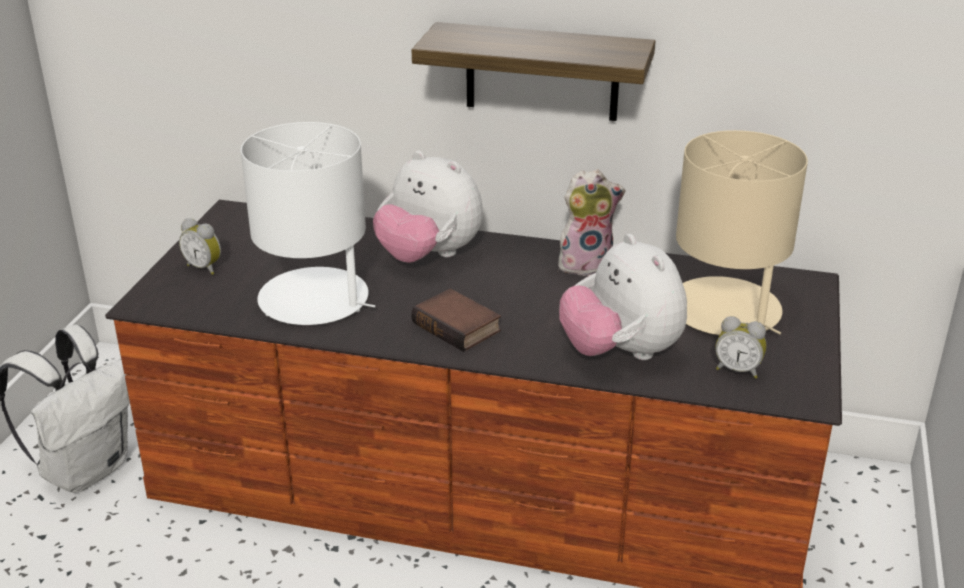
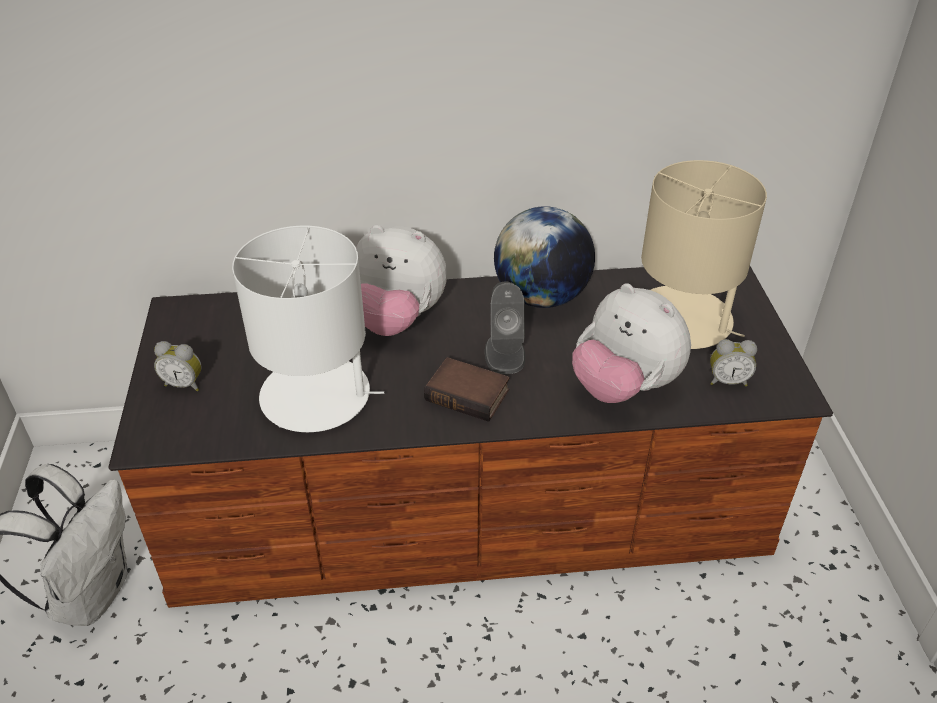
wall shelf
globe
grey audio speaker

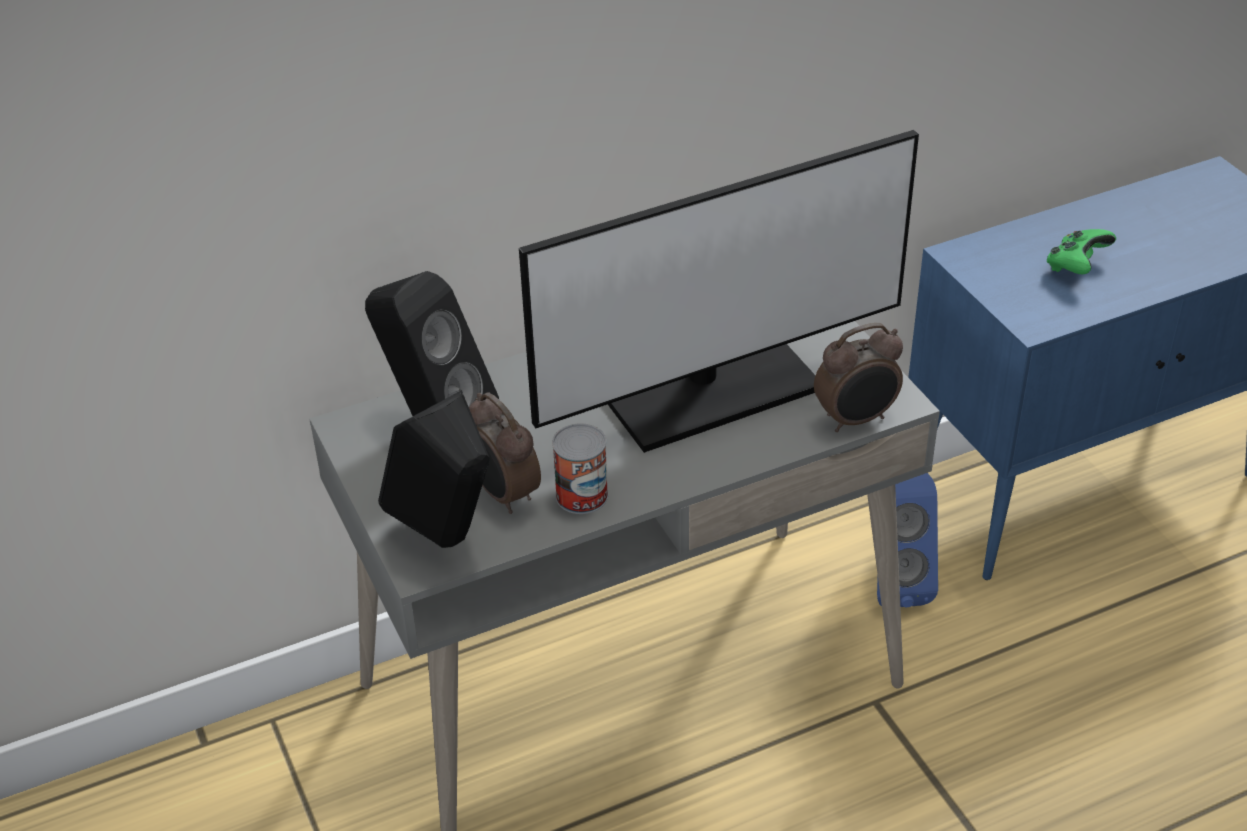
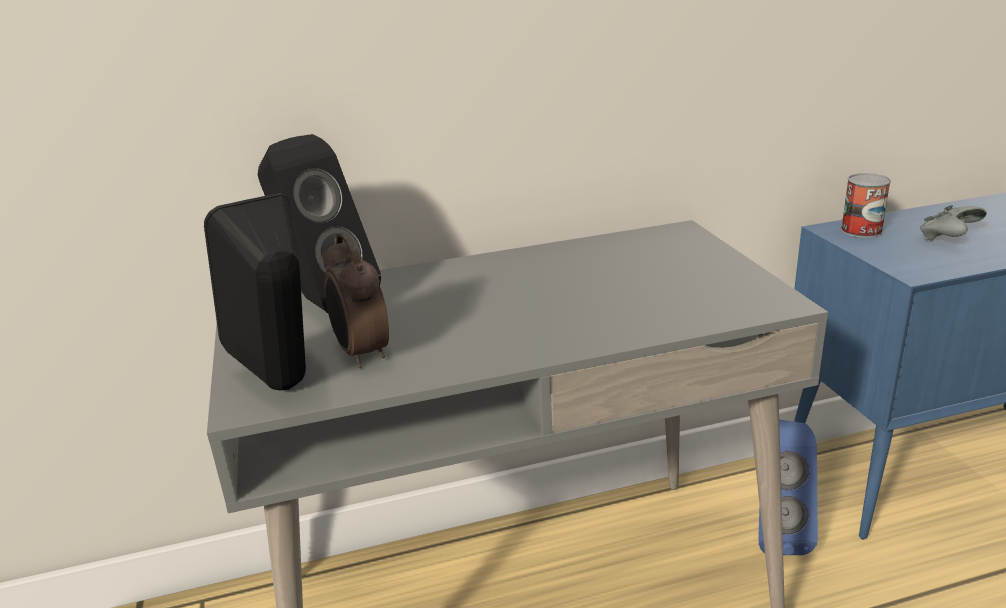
monitor
sealed can
alarm clock (no. 2 from left in the first image)
grey gamepad

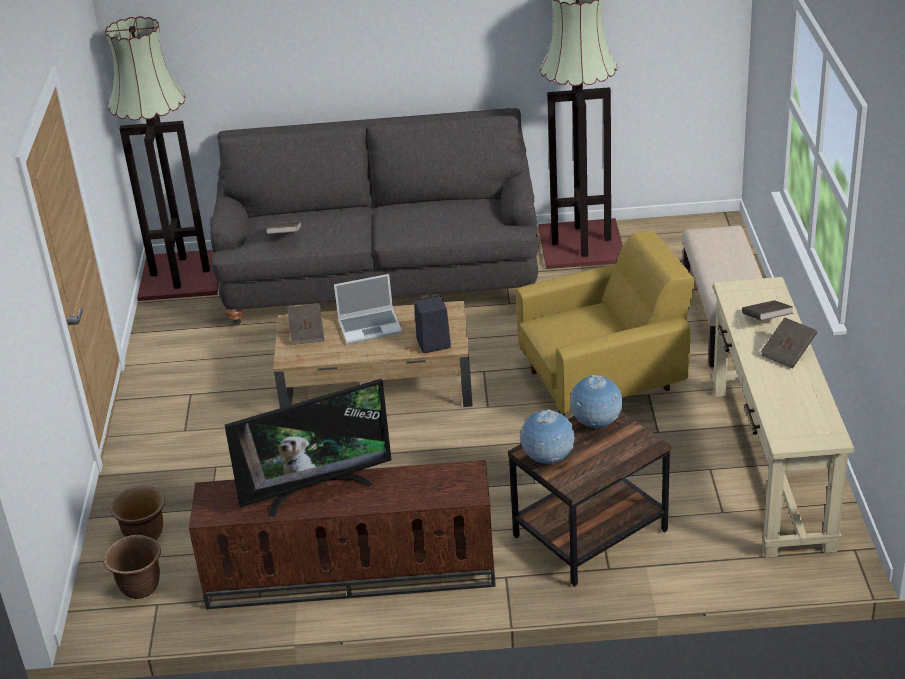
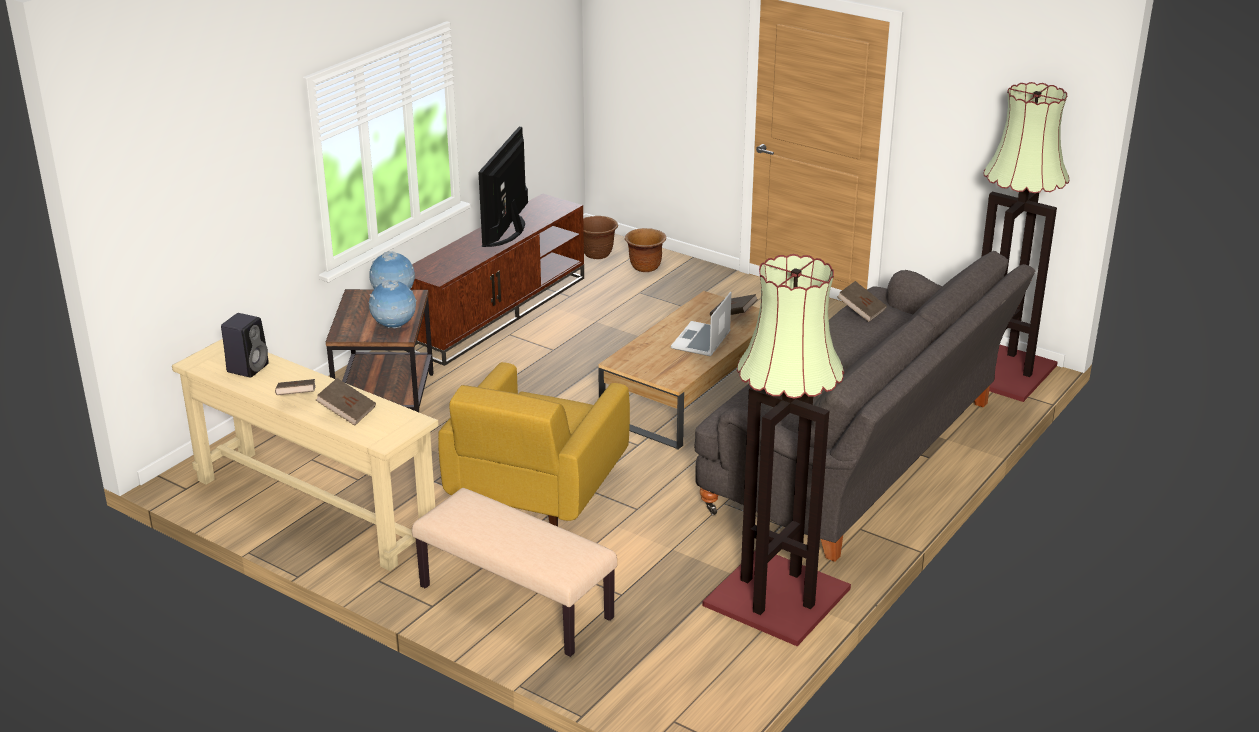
black-coloured audio speaker

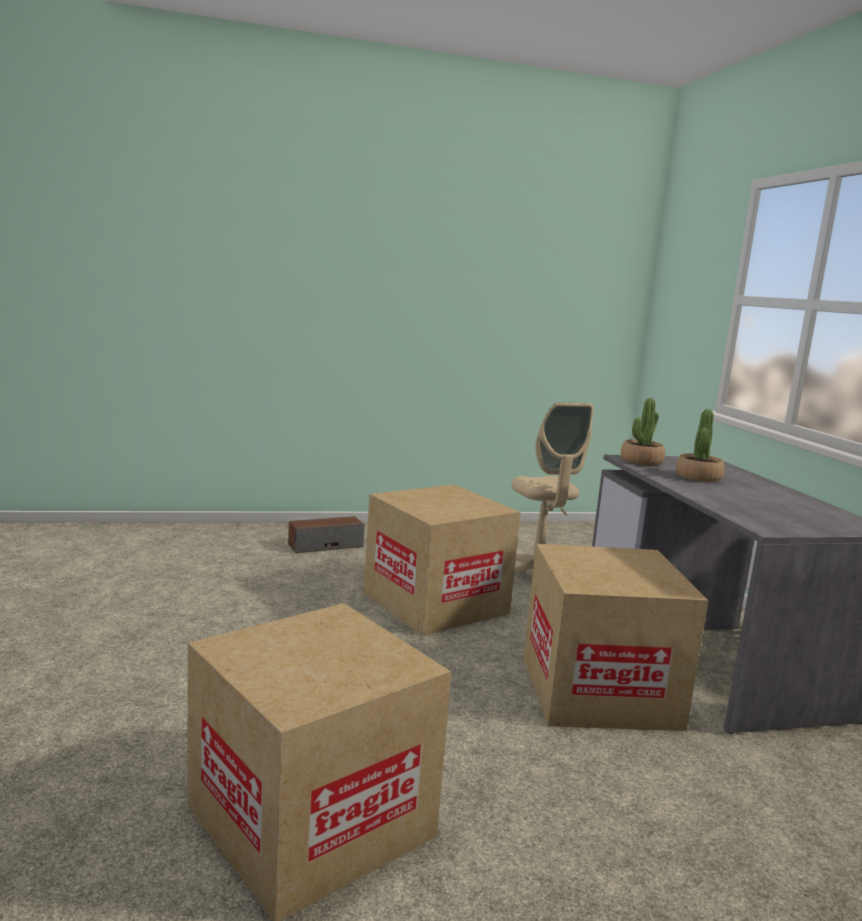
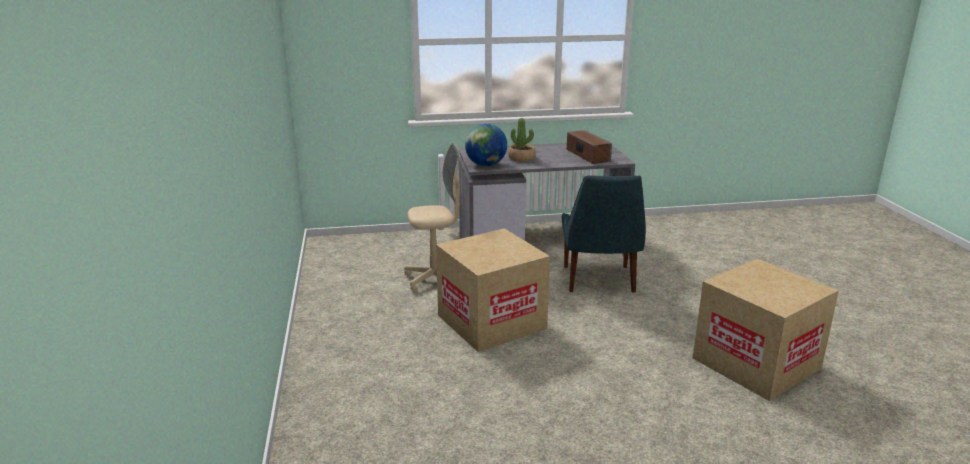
audio speaker
blue chair
globe

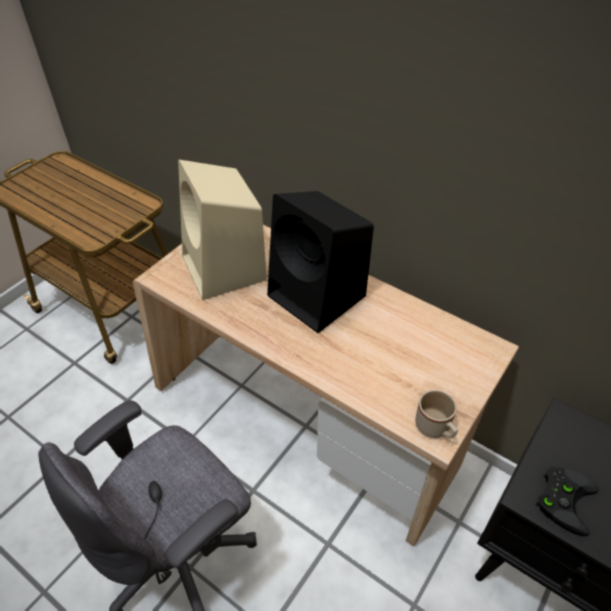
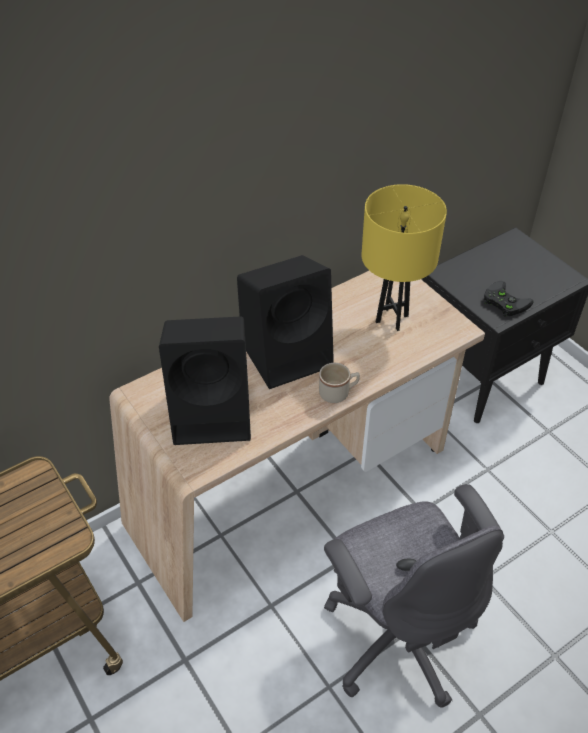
black-coloured audio speaker (no. 1 from left)
sand-coloured mug
yellow-coloured lamp for a table

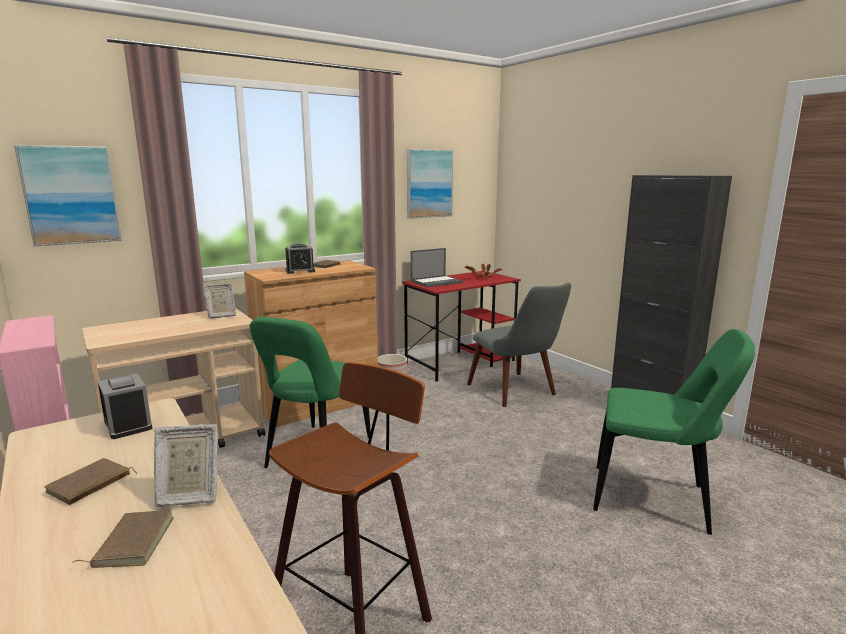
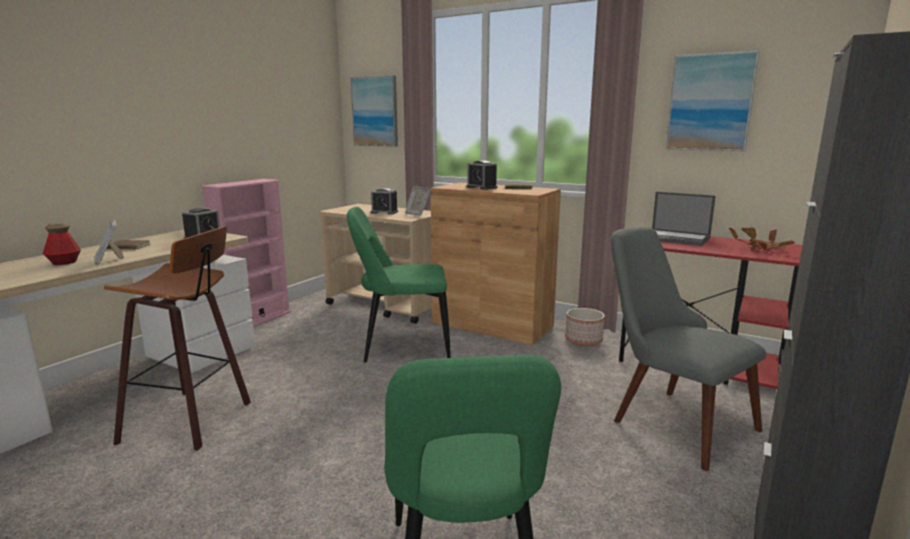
bottle
grey chair
alarm clock (no. 2 from left)

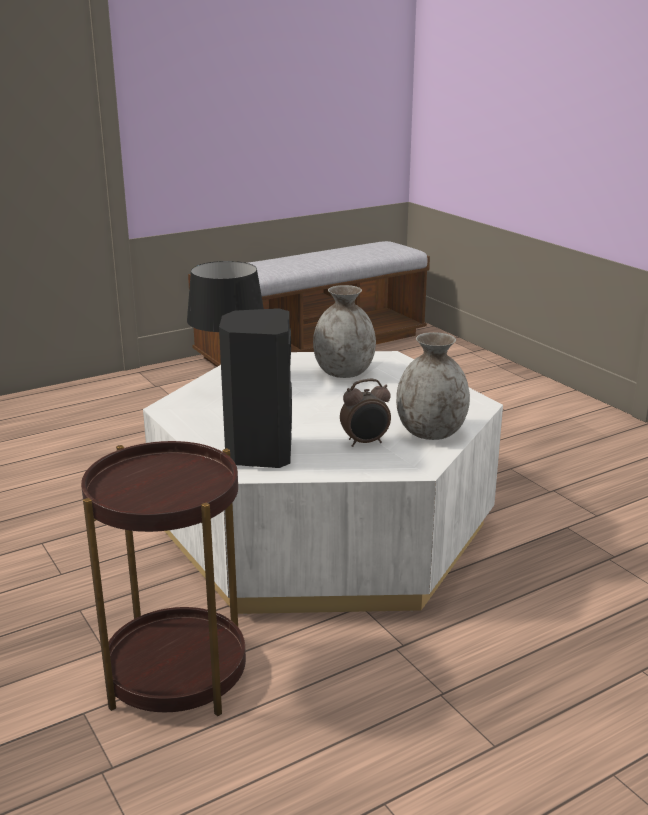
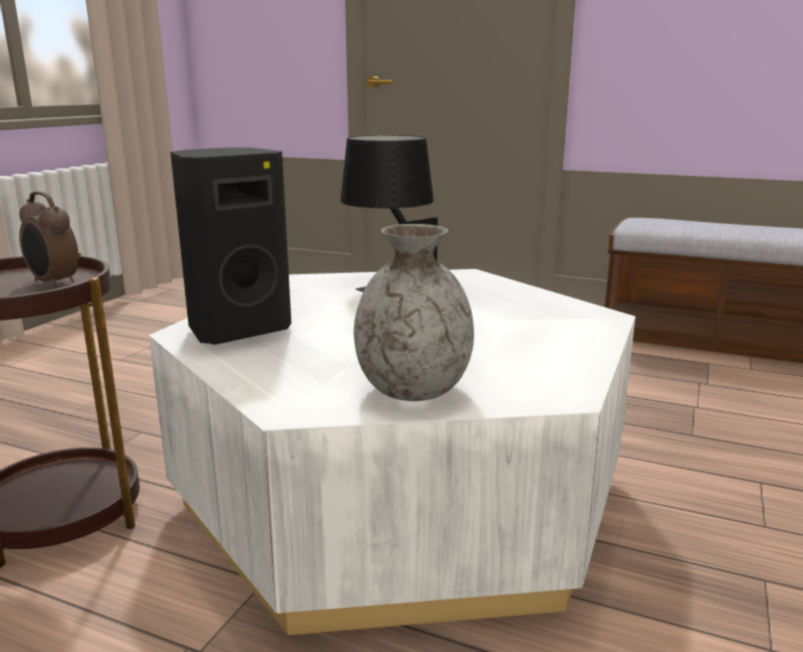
grey flower vase (no. 1 from left in the first image)
alarm clock

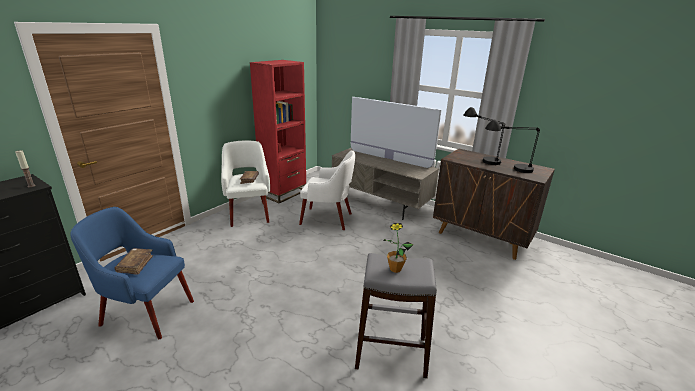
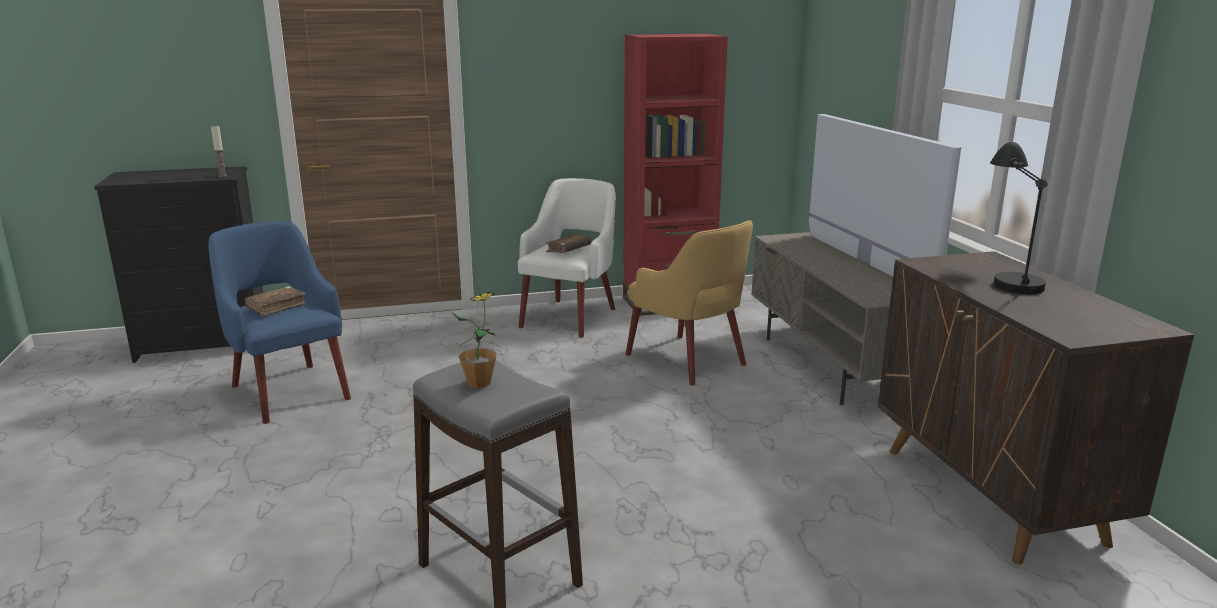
yellow-coloured armchair
black-coloured lamp for a table (no. 2 from left in the first image)

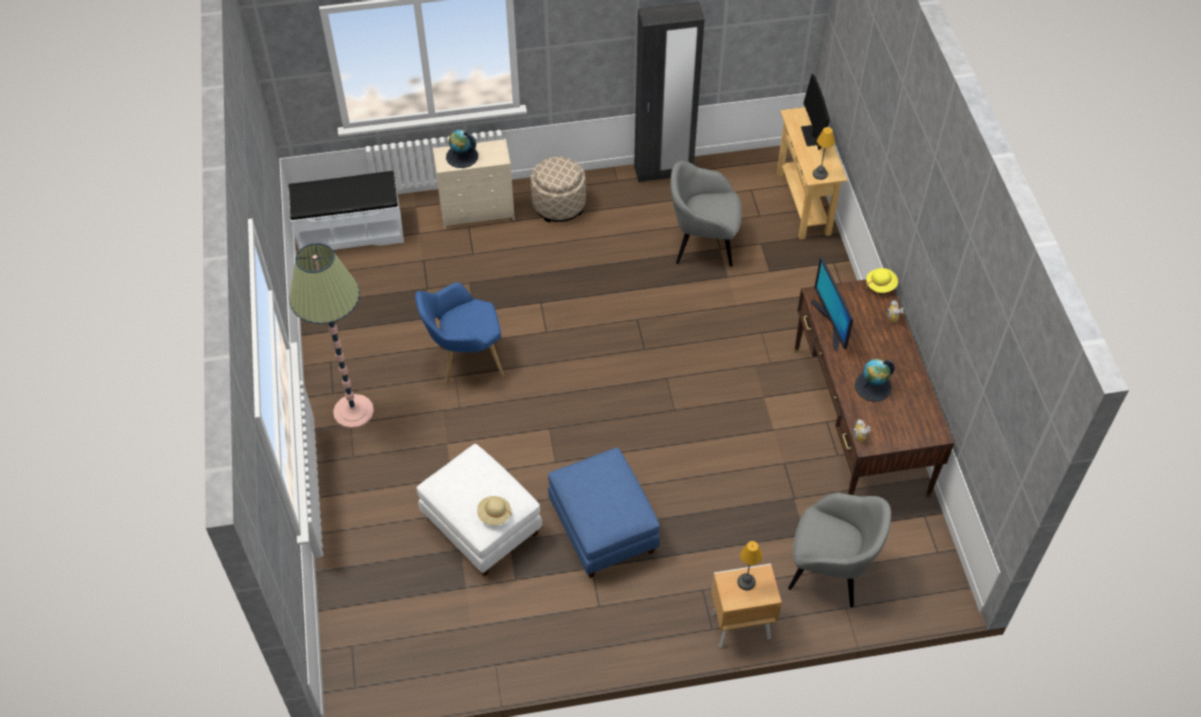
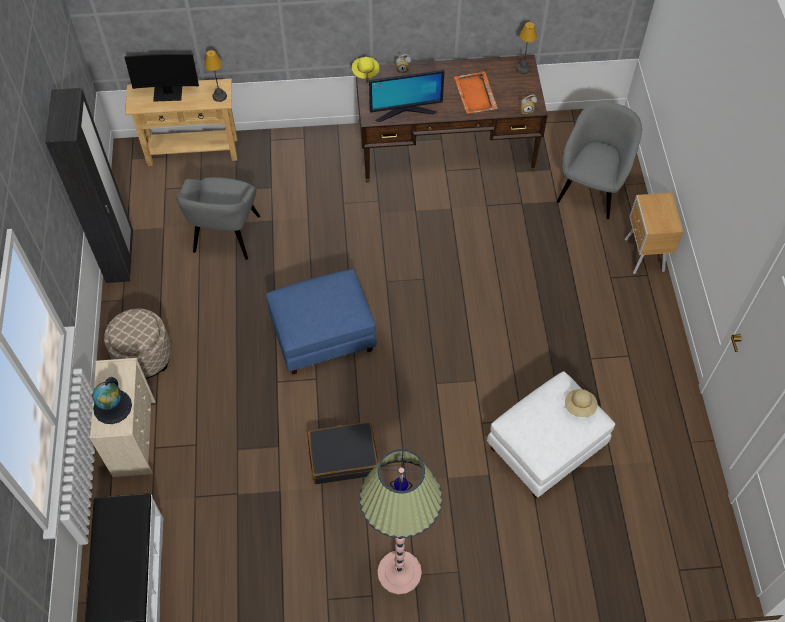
black-coloured travel case
blue footrest
lamp for a table (no. 2 from left)
orangey carrying tray

